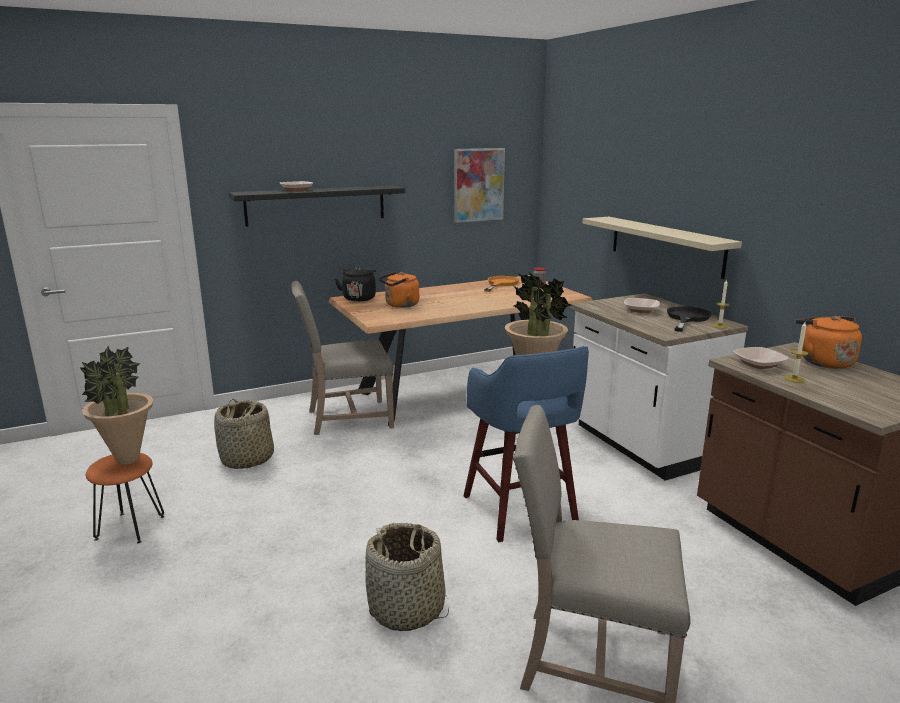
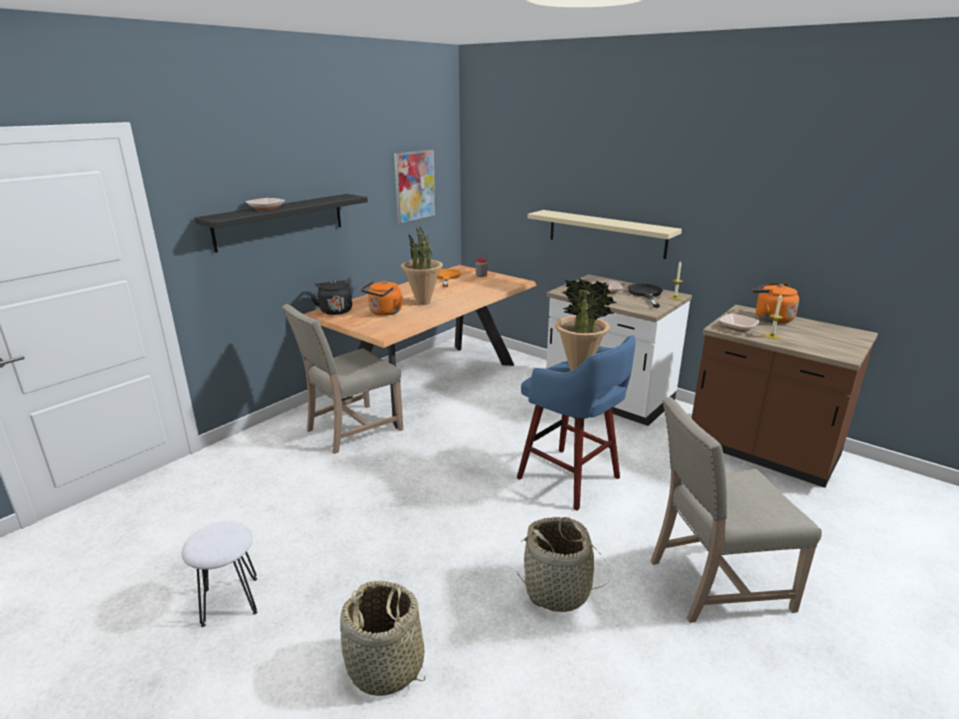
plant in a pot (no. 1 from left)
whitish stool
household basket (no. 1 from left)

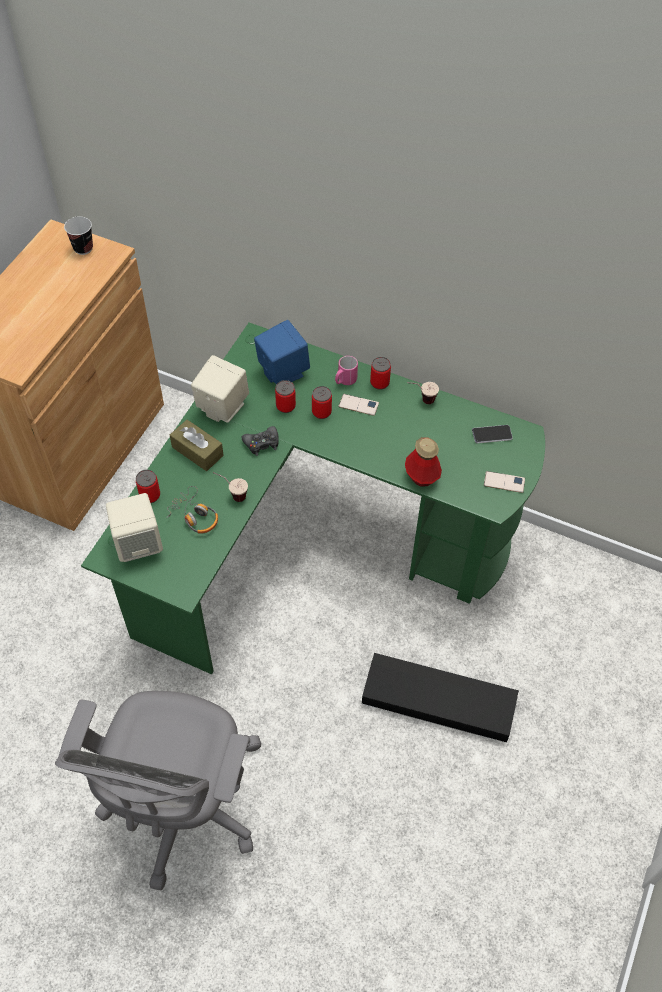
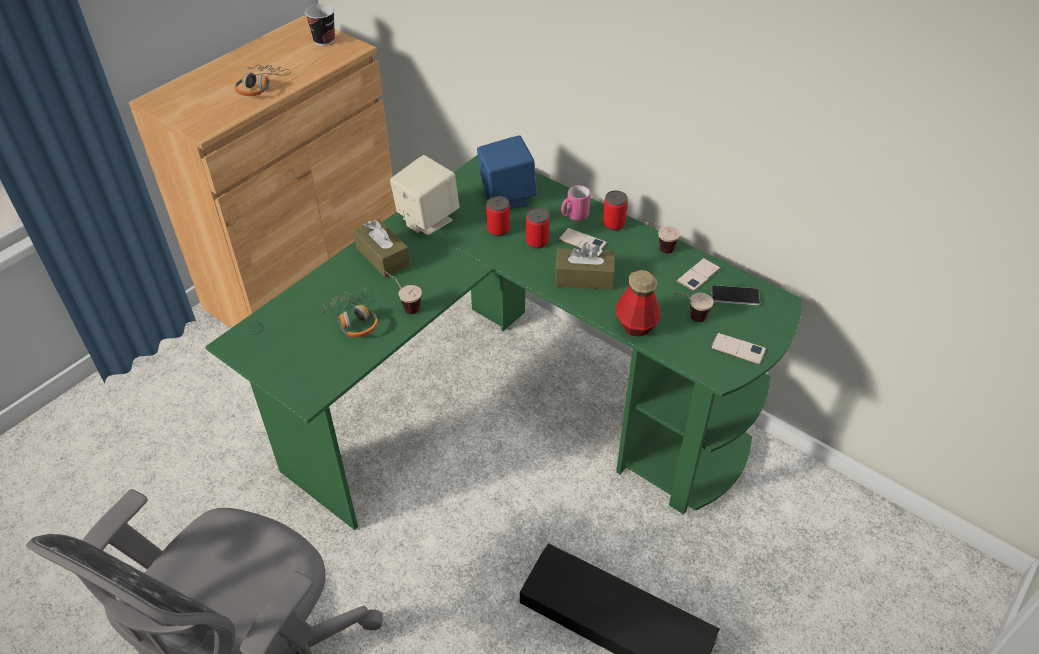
sand-coloured audio speaker (no. 1 from left in the first image)
sealed can (no. 1 from left in the first image)
black-coloured gamepad
headphones (no. 1 from left)
brown tissue holder (no. 2 from left)
cup (no. 4 from left)
telephone (no. 2 from left)

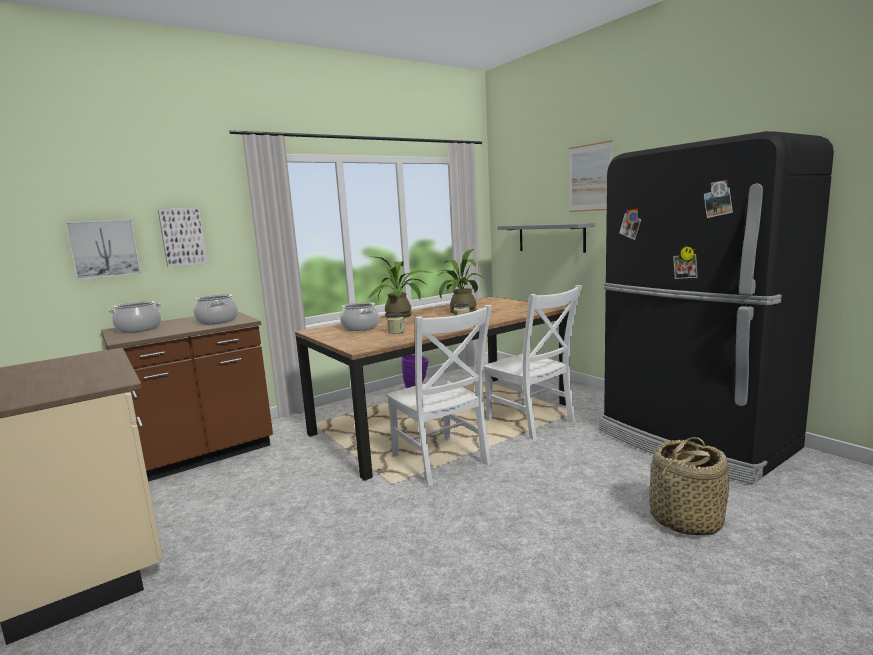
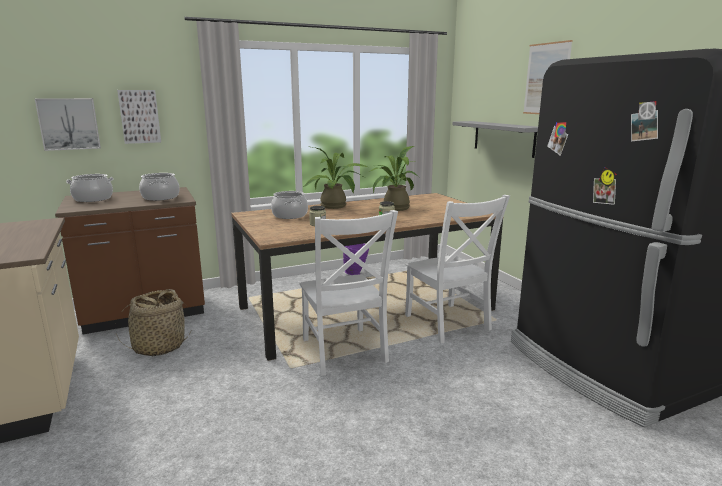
household basket

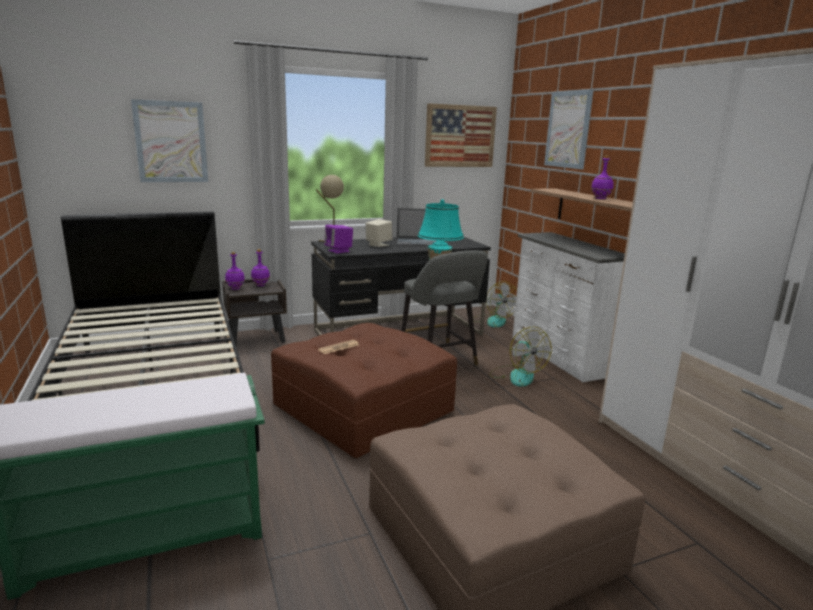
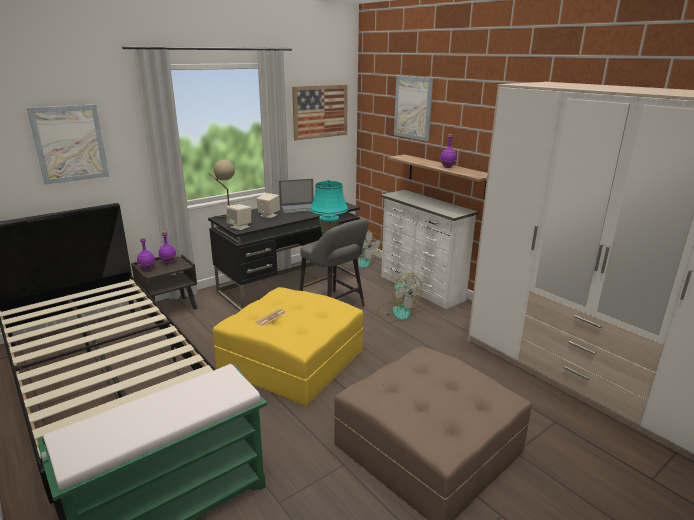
yellow-coloured footrest
sand-coloured audio speaker (no. 1 from left)

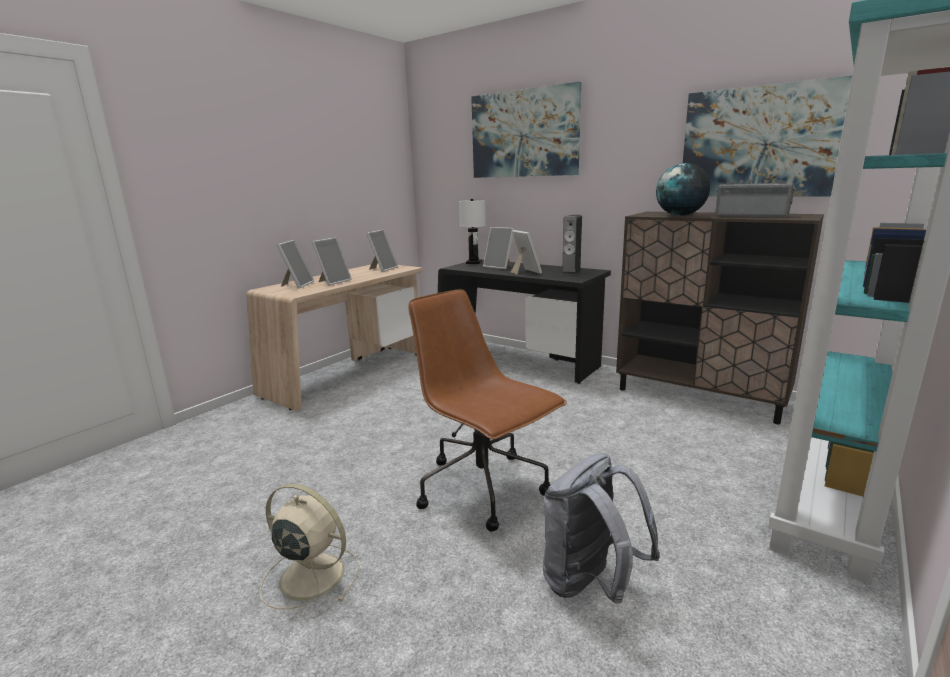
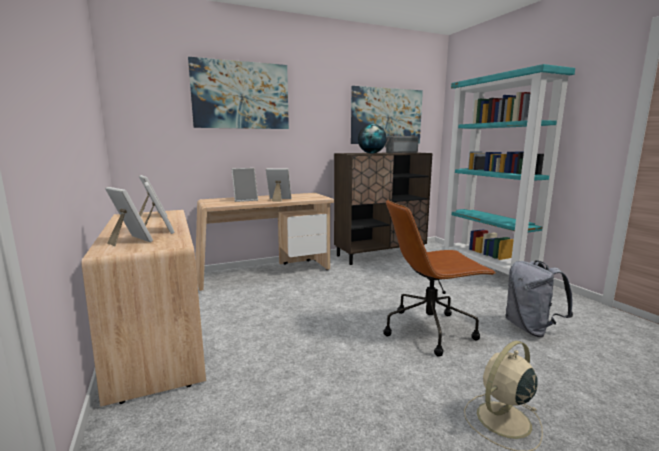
sand-coloured desk unit (no. 2 from left)
whitish lamp for a table
audio speaker

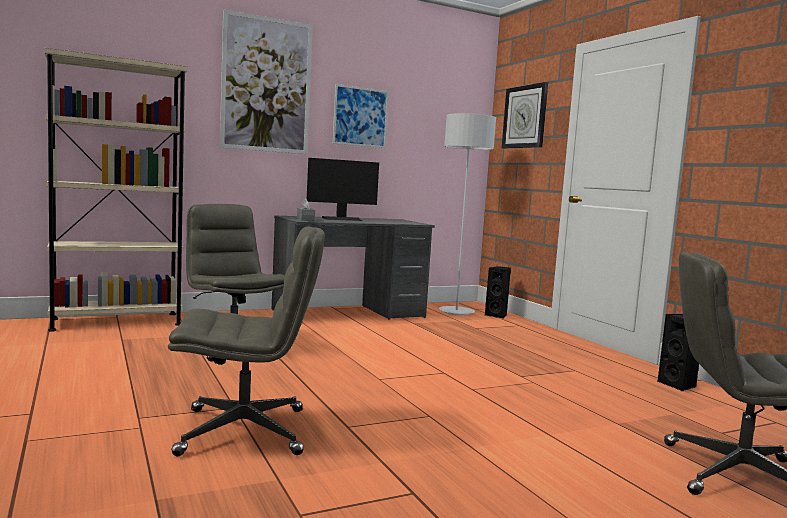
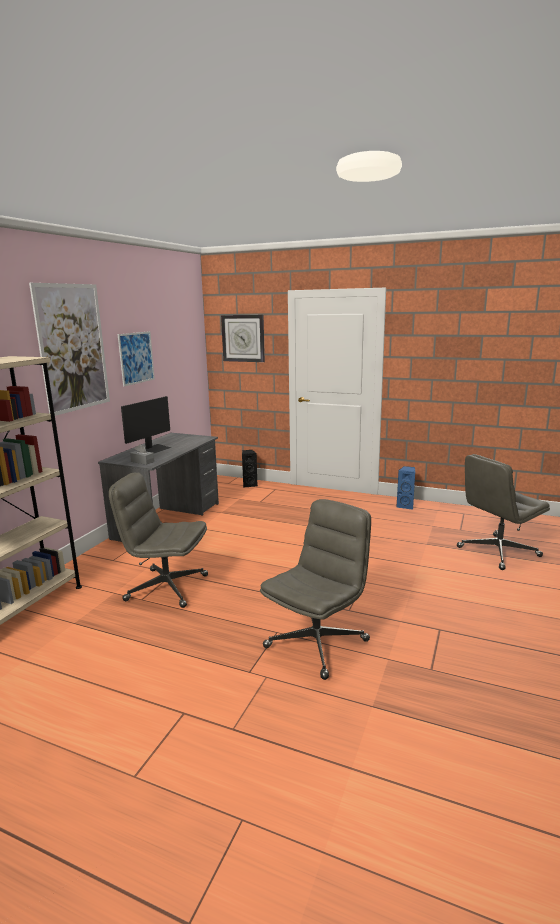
grey standing lamp
blue audio speaker

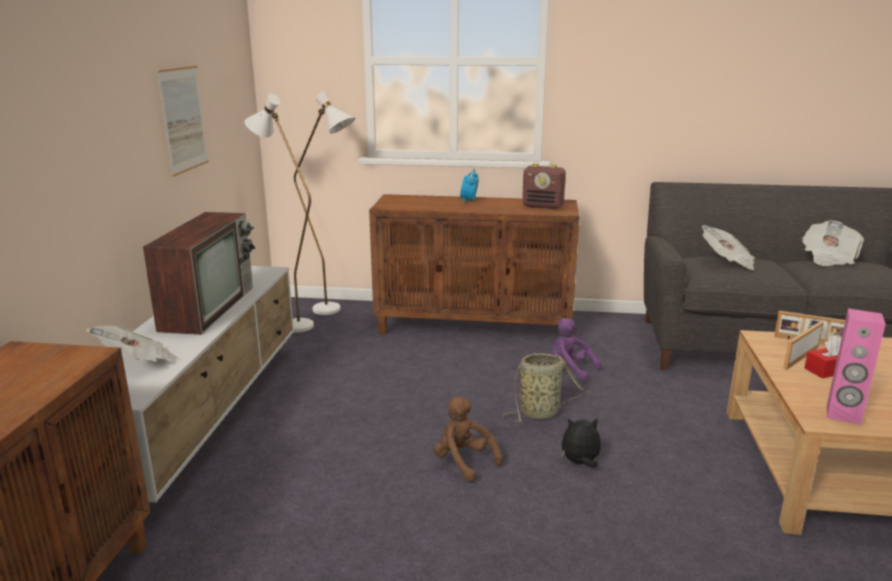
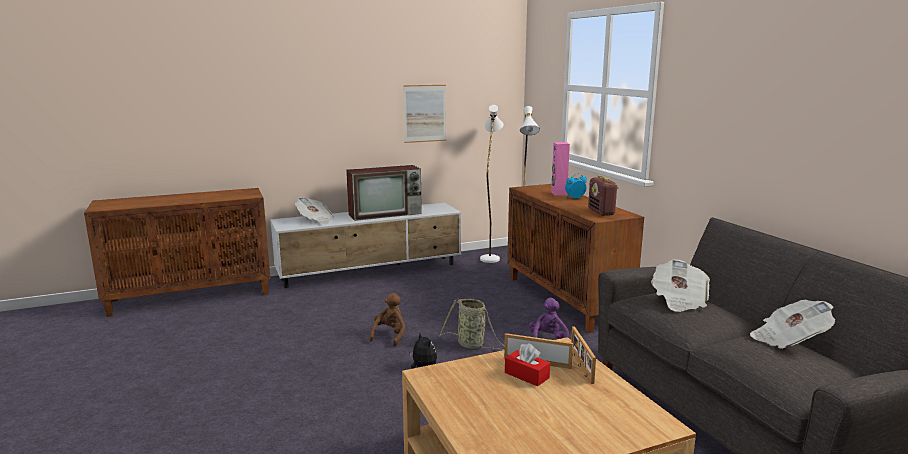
pinkish audio speaker

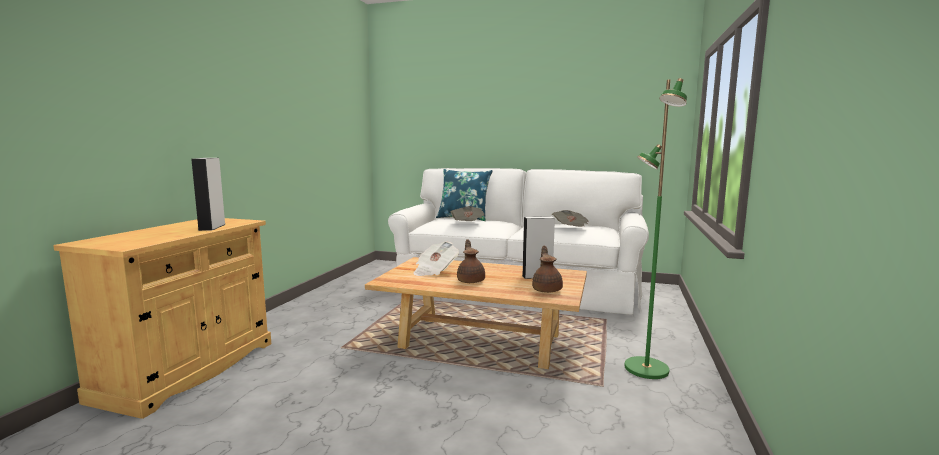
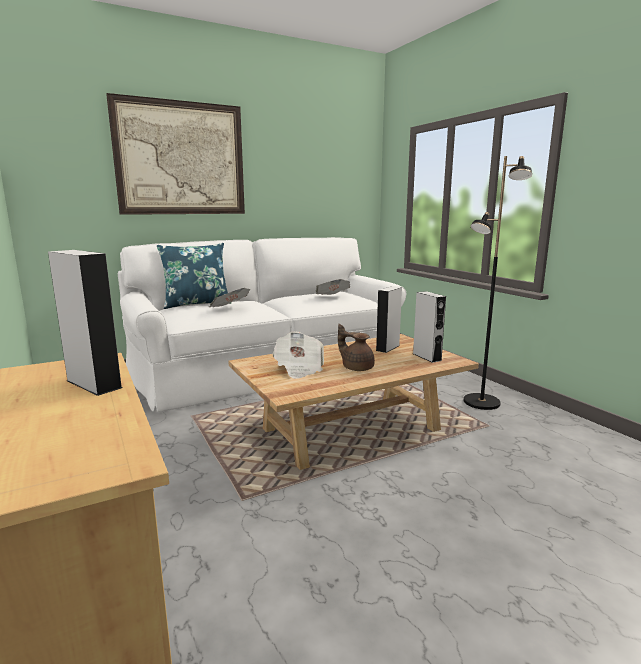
grey audio speaker (no. 3 from left)
black-coloured standing lamp
wall art

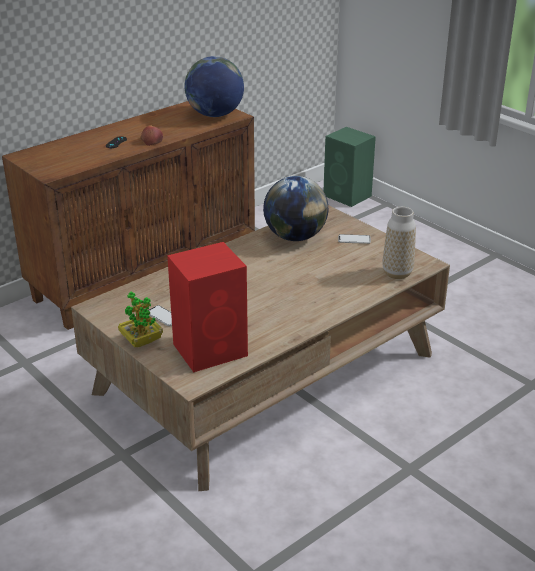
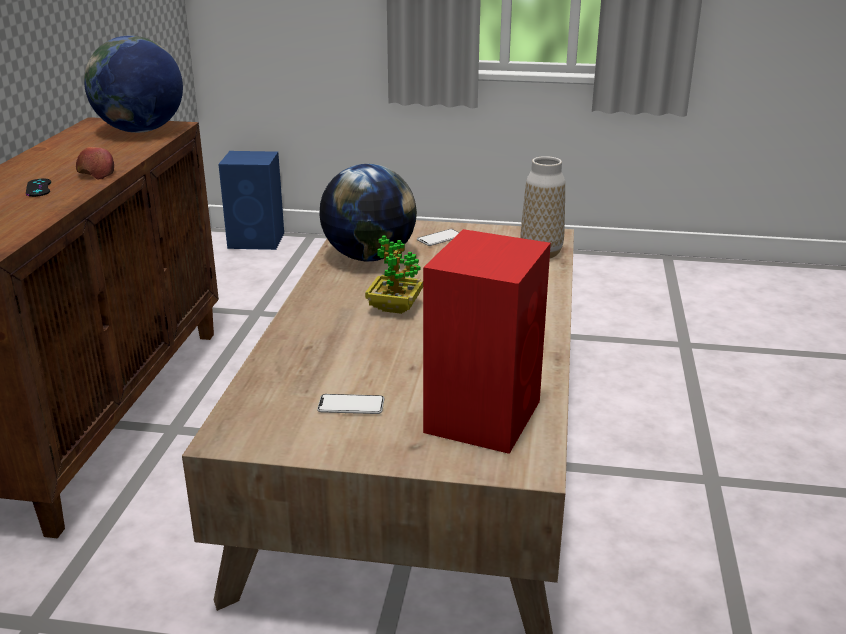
plant in a pot
blue audio speaker

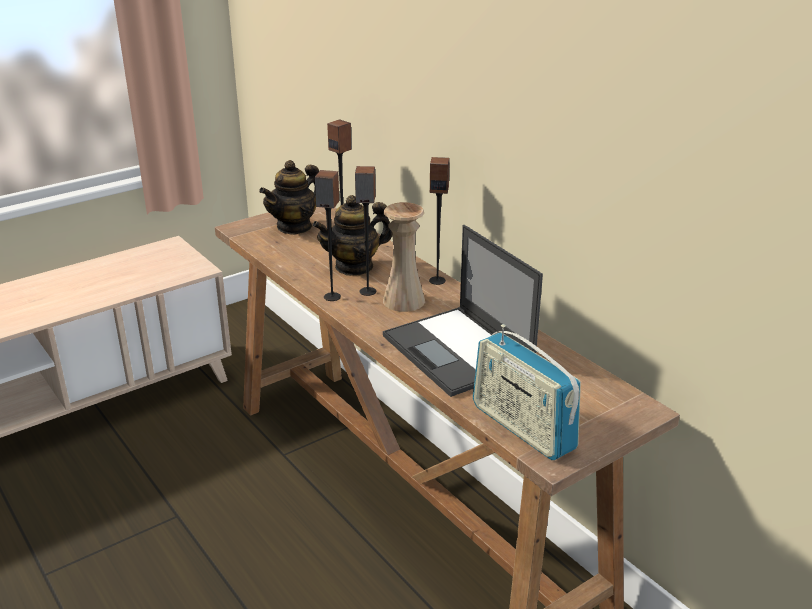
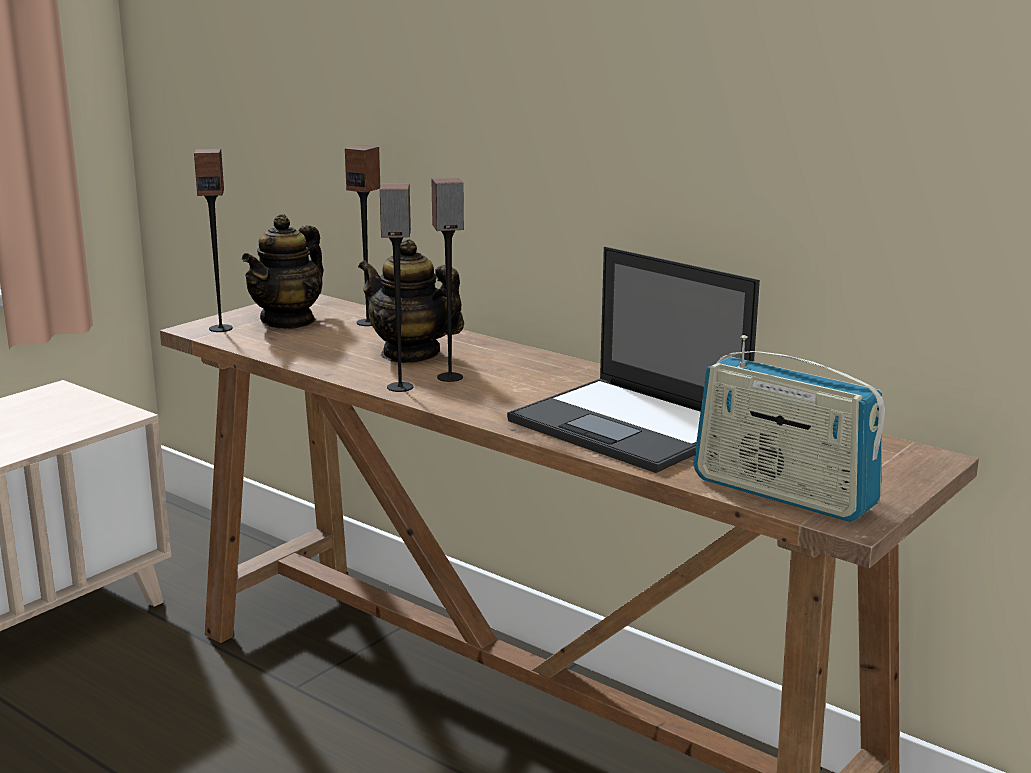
teapot (no. 2 from left)
sand-coloured flower vase
audio speaker (no. 1 from left)

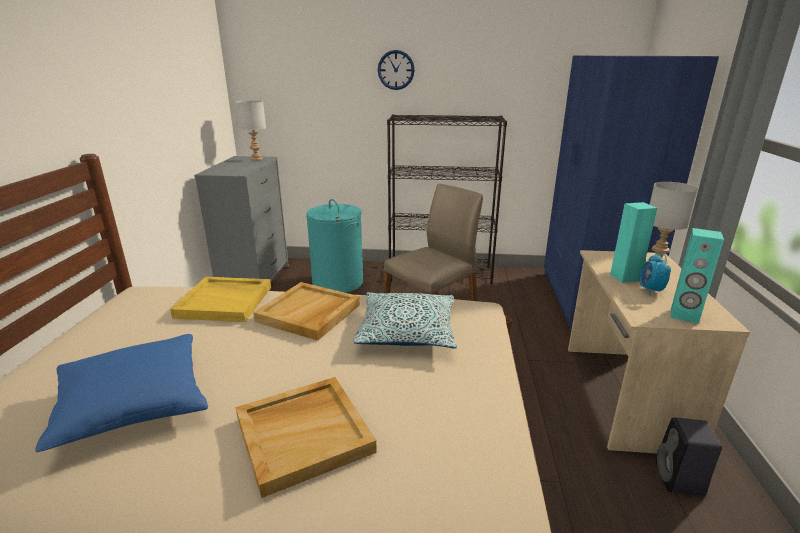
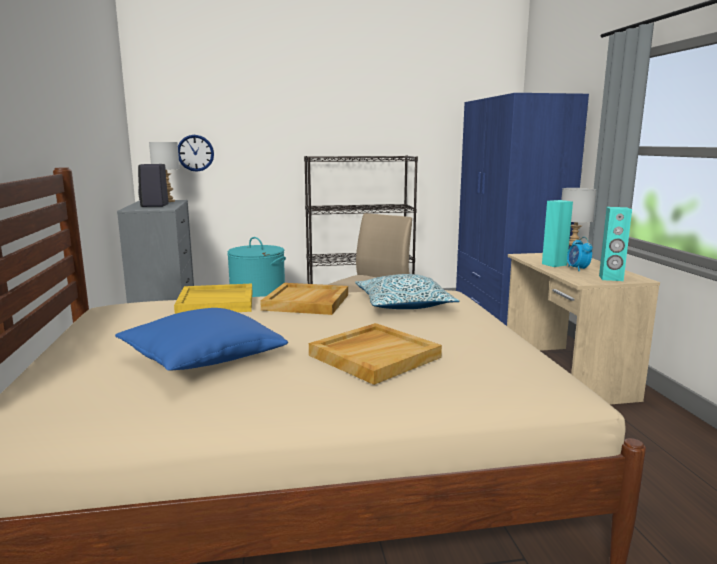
hanging clock
black-coloured audio speaker

